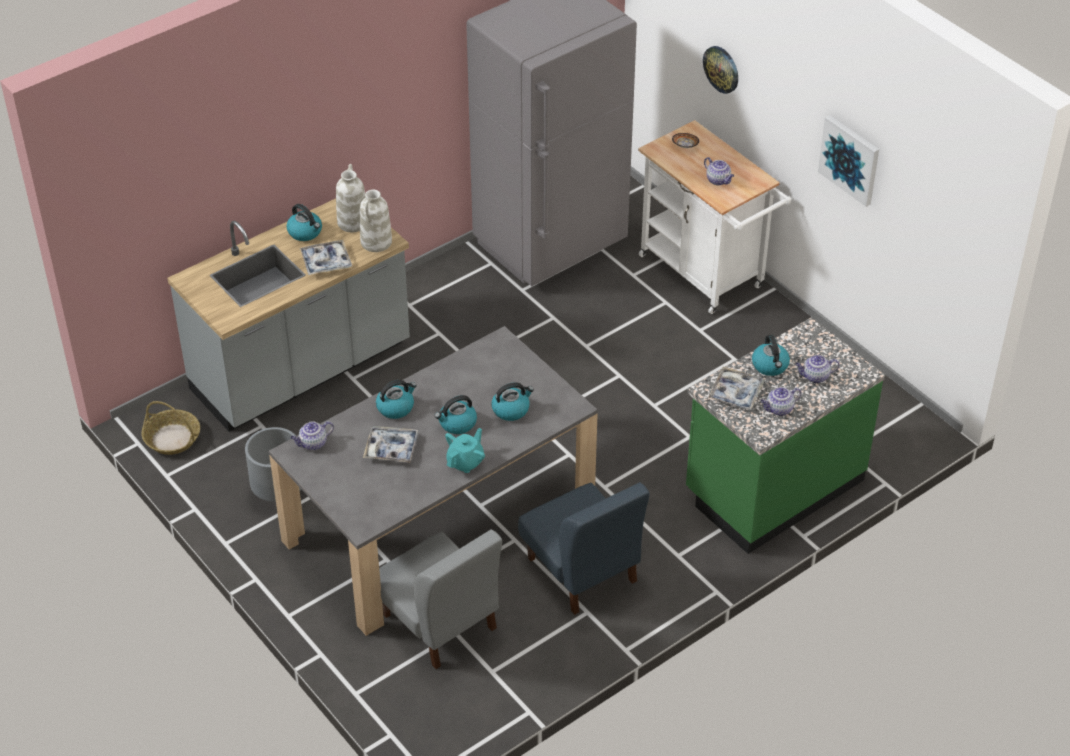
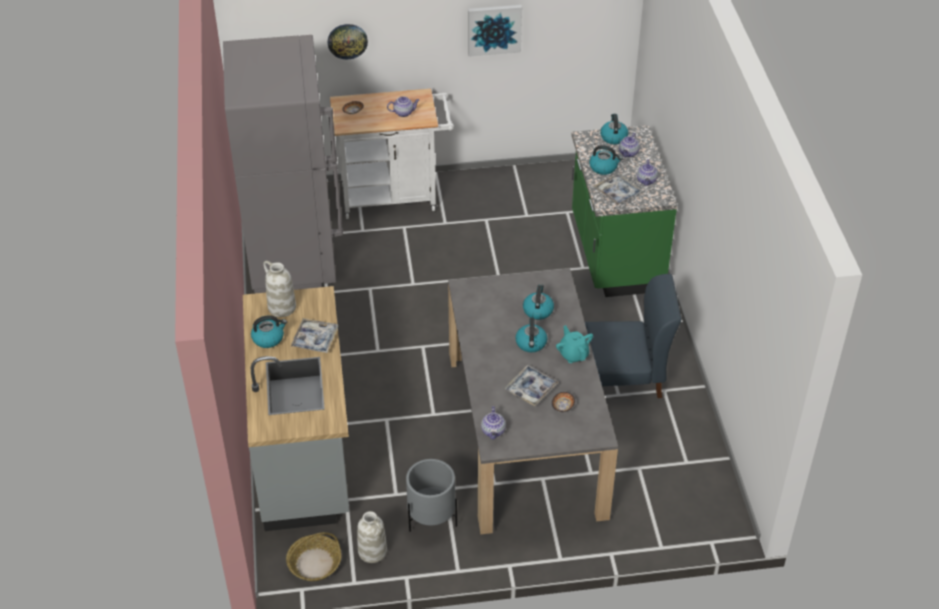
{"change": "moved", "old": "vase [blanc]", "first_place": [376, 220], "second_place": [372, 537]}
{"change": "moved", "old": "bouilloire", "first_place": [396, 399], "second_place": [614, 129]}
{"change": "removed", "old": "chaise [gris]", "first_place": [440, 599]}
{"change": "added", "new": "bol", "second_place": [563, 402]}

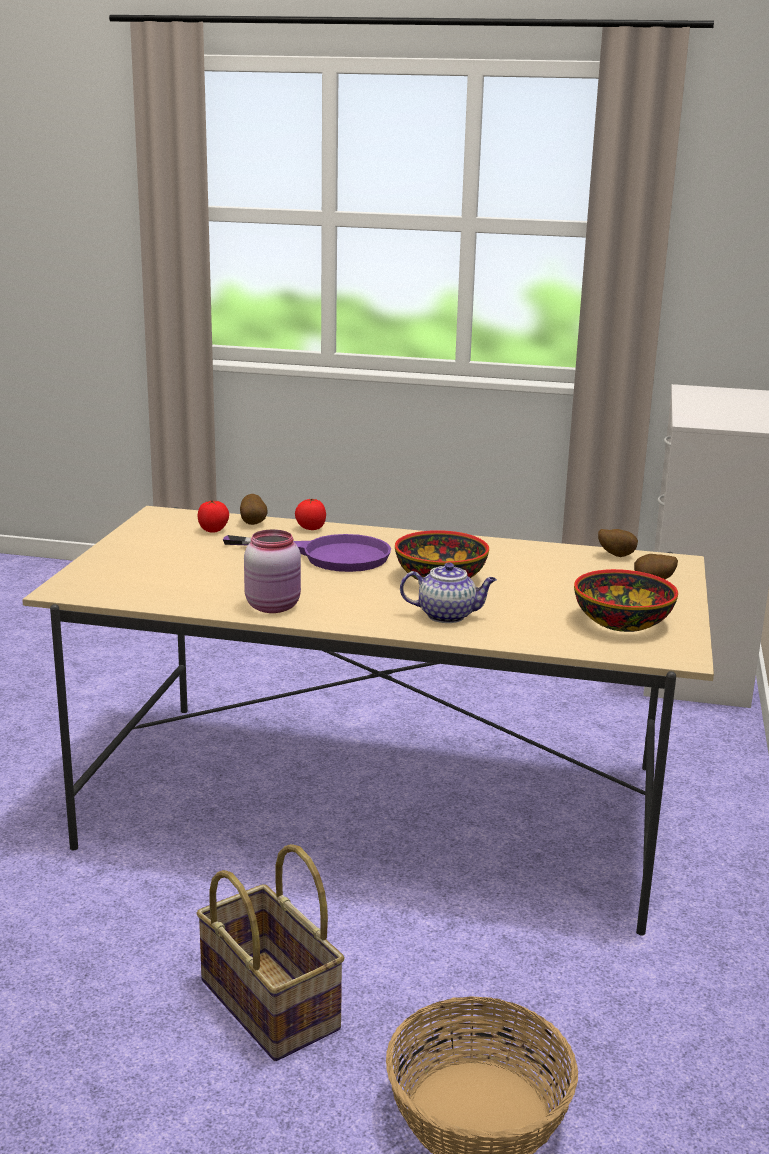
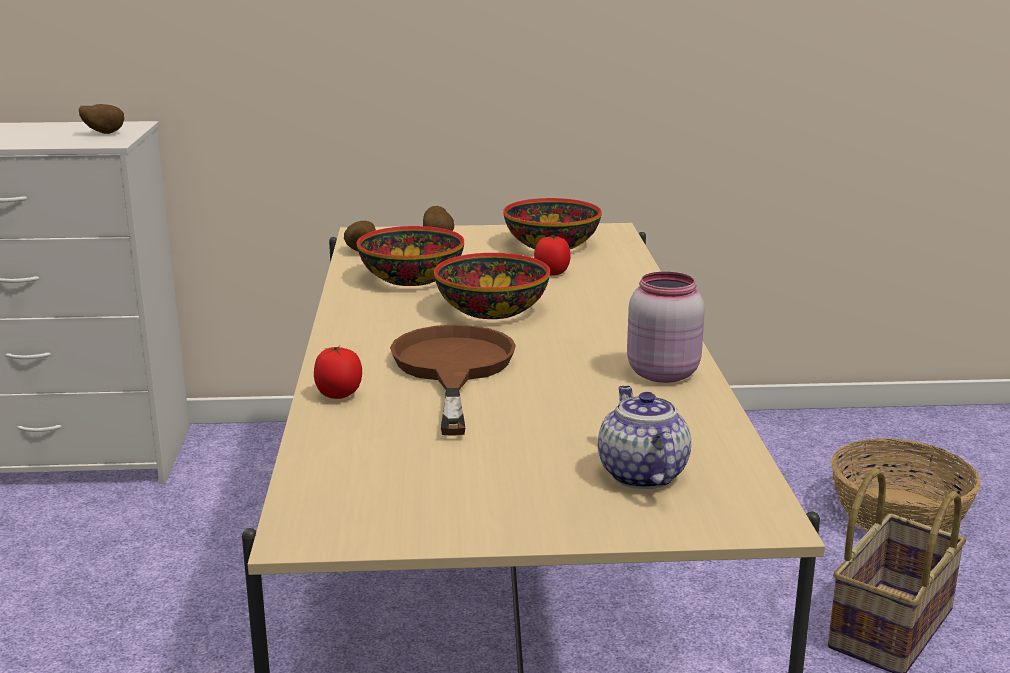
{"change": "moved", "old": "tomate", "first_place": [213, 516], "second_place": [552, 256]}
{"change": "recoloured", "old": "poêle [violet]", "new": "poêle [marron]", "first_place": [307, 553], "second_place": [453, 380]}
{"change": "moved", "old": "pomme de terre", "first_place": [254, 509], "second_place": [101, 119]}
{"change": "moved", "old": "théière", "first_place": [448, 593], "second_place": [644, 437]}
{"change": "added", "new": "bol", "second_place": [410, 256]}

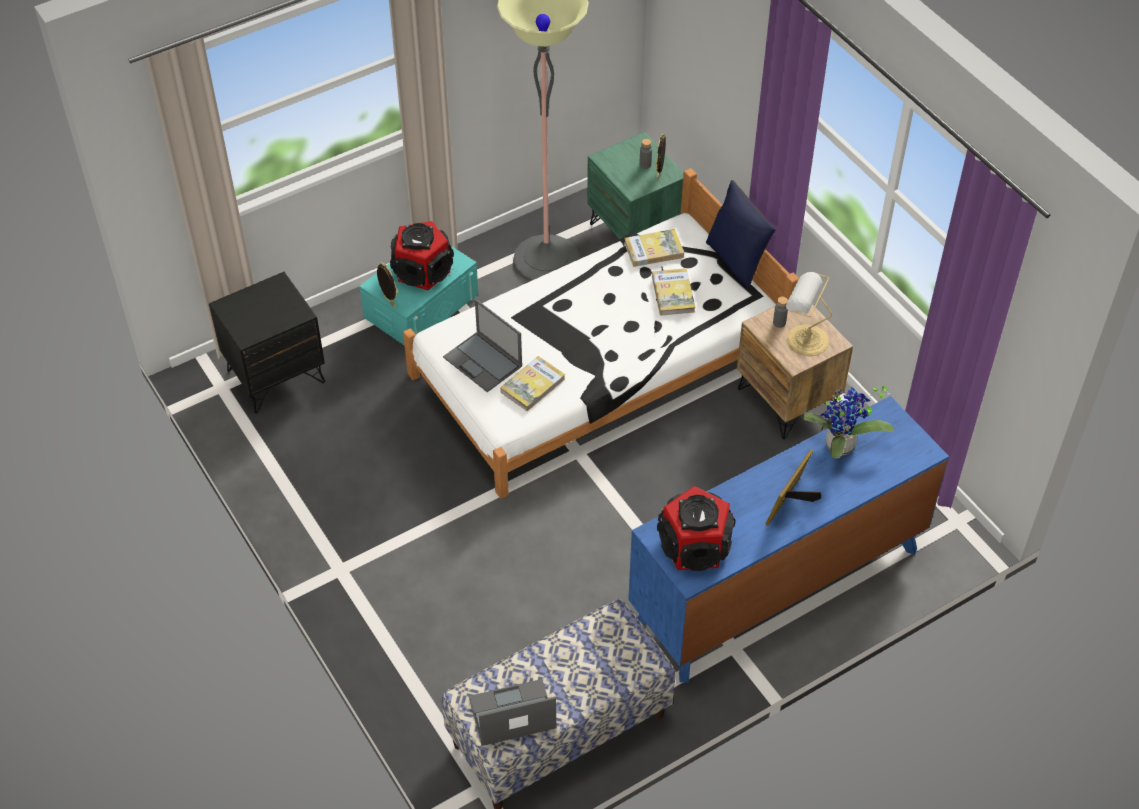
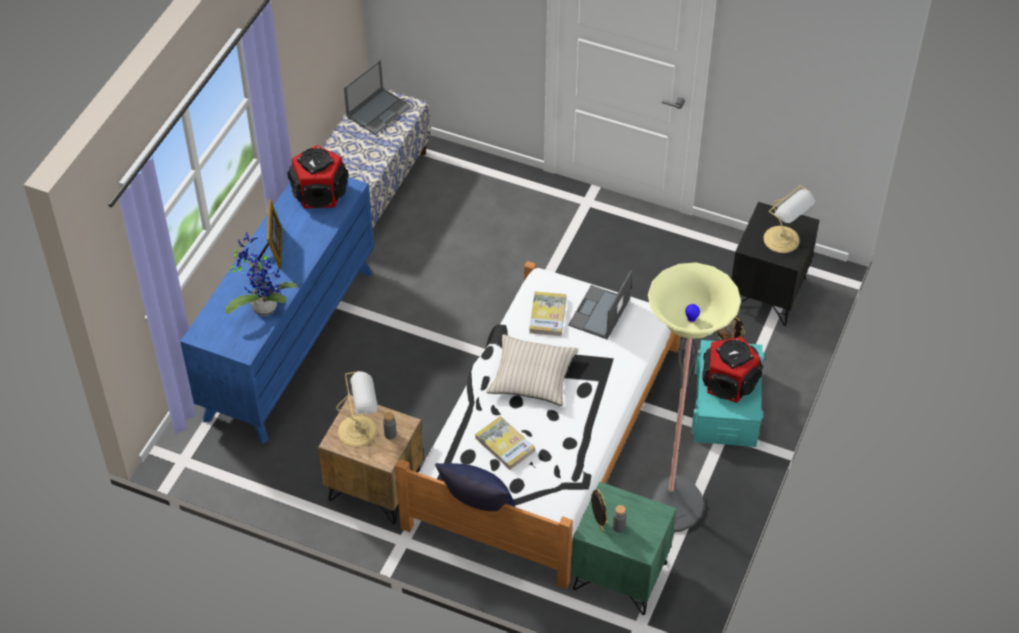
{"change": "turned", "old": "ordinateur portable", "first_place": [482, 345], "second_place": [600, 305], "degrees": -75}
{"change": "removed", "old": "livre", "first_place": [654, 248]}
{"change": "added", "new": "coussin [beige]", "second_place": [532, 370]}
{"change": "added", "new": "lampe de table", "second_place": [789, 219]}

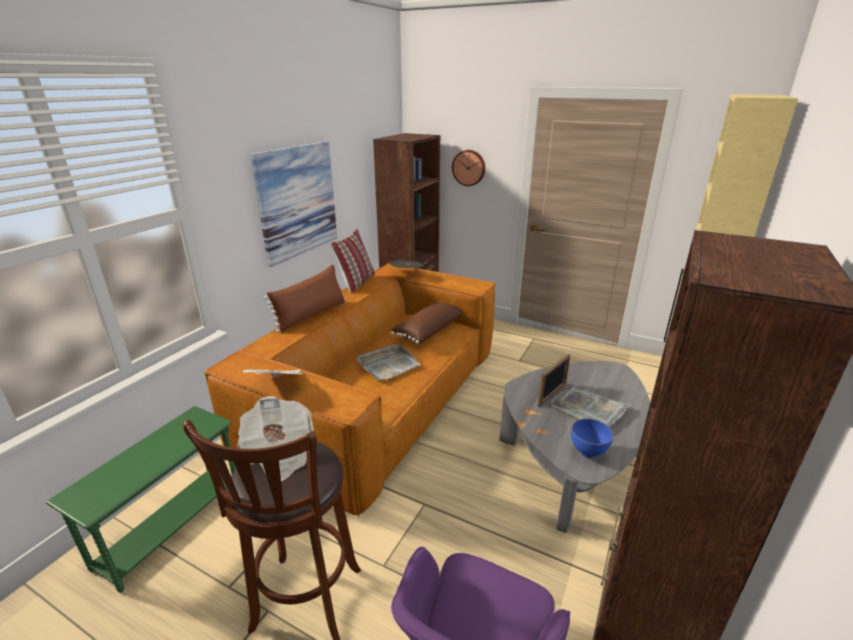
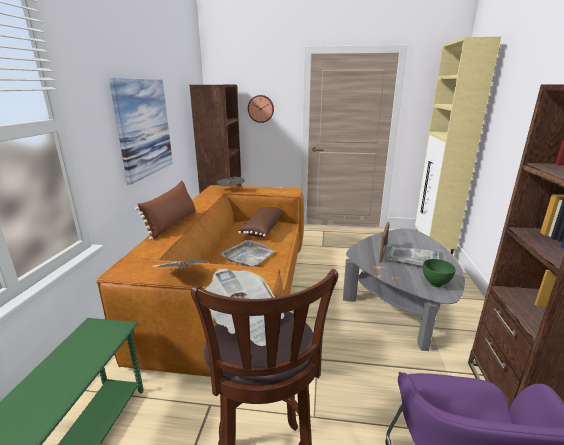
{"change": "removed", "old": "coussin", "first_place": [353, 261]}
{"change": "recoloured", "old": "bol [bleu]", "new": "bol [vert]", "first_place": [592, 438], "second_place": [439, 273]}

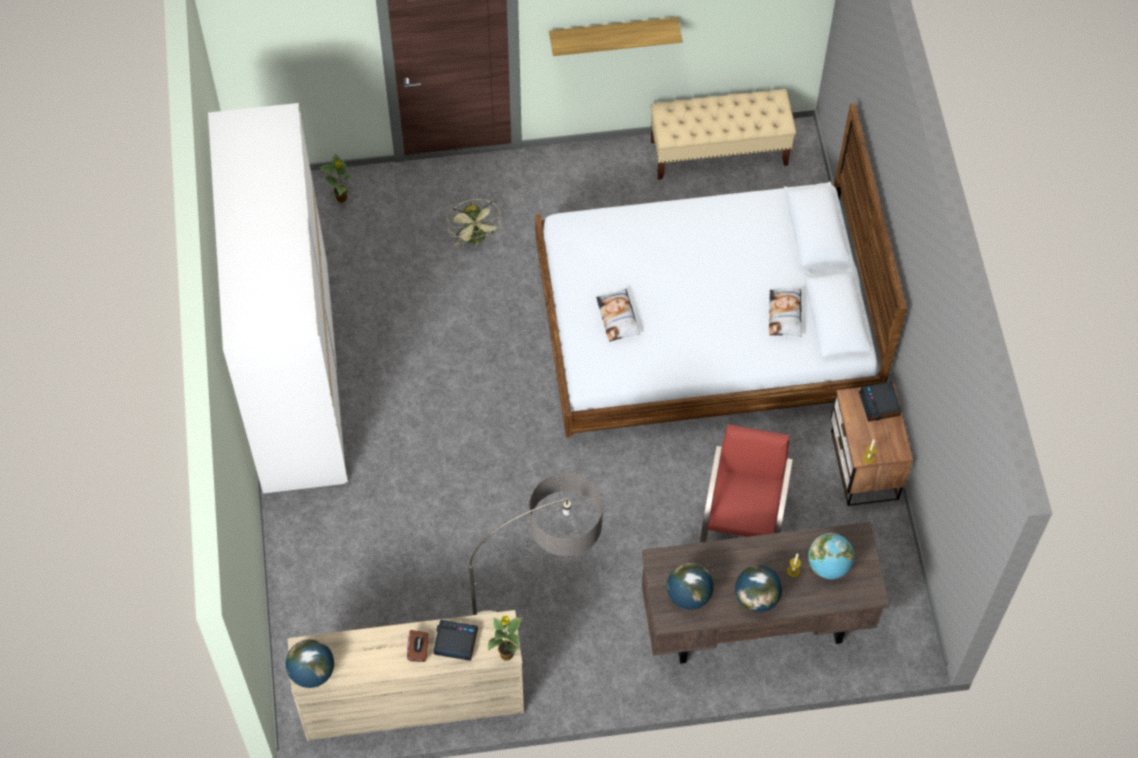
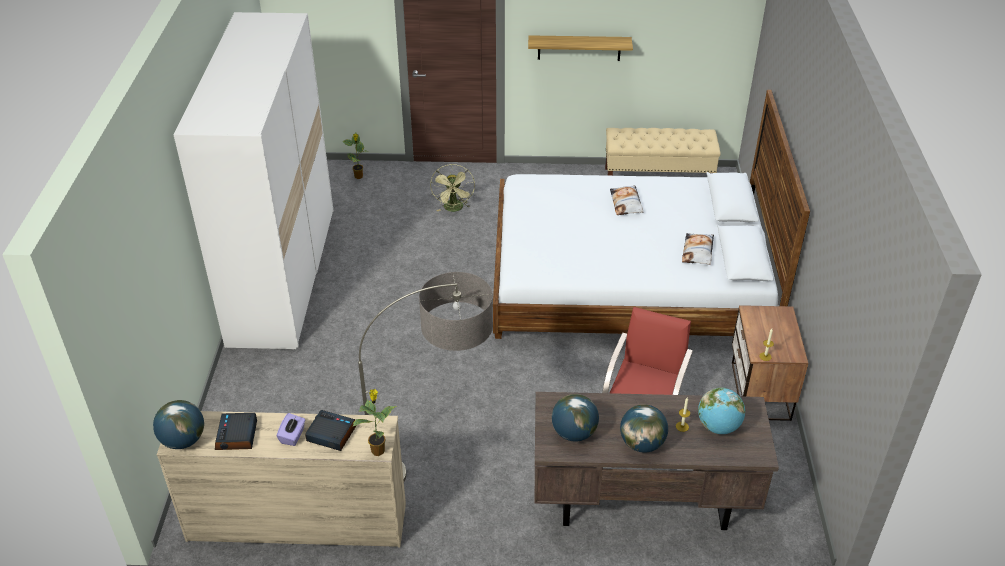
{"change": "recoloured", "old": "boîte à mouchoirs [marron]", "new": "boîte à mouchoirs [violet]", "first_place": [418, 646], "second_place": [291, 429]}
{"change": "moved", "old": "coussin", "first_place": [618, 315], "second_place": [626, 200]}
{"change": "moved", "old": "réveil", "first_place": [880, 402], "second_place": [236, 431]}

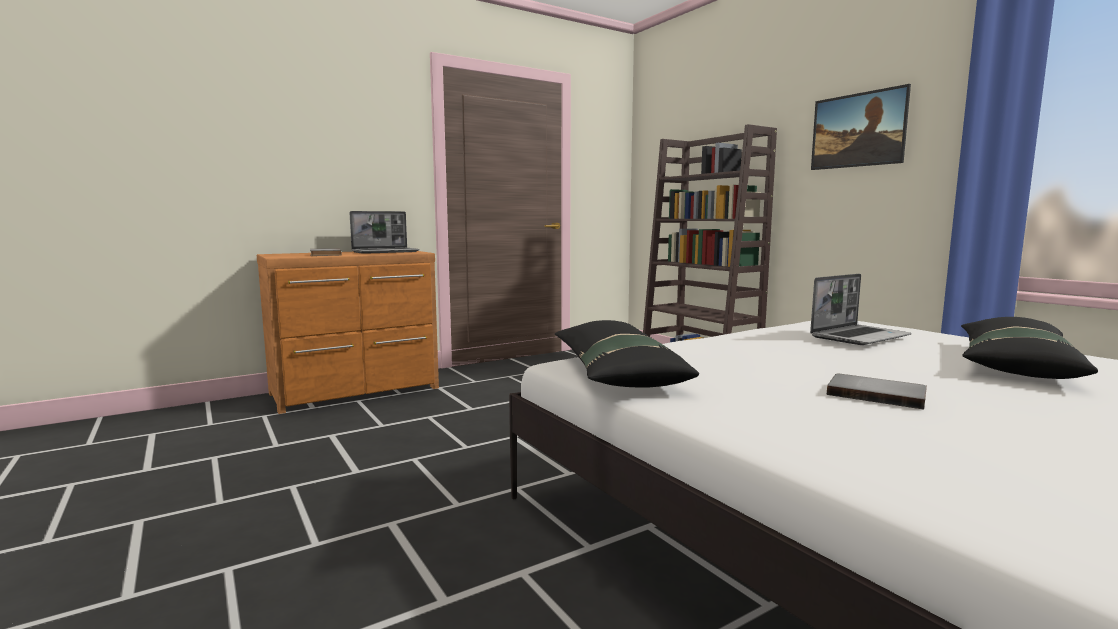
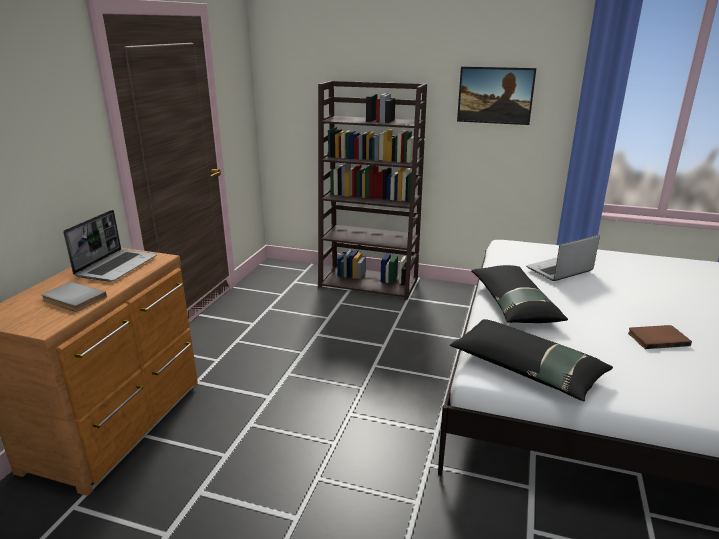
{"change": "turned", "old": "ordinateur portable", "first_place": [861, 309], "second_place": [563, 258], "degrees": -135}
{"change": "recoloured", "old": "livre [gris]", "new": "livre [marron]", "first_place": [877, 391], "second_place": [660, 337]}
{"change": "moved", "old": "coussin [noir]", "first_place": [1029, 348], "second_place": [519, 294]}

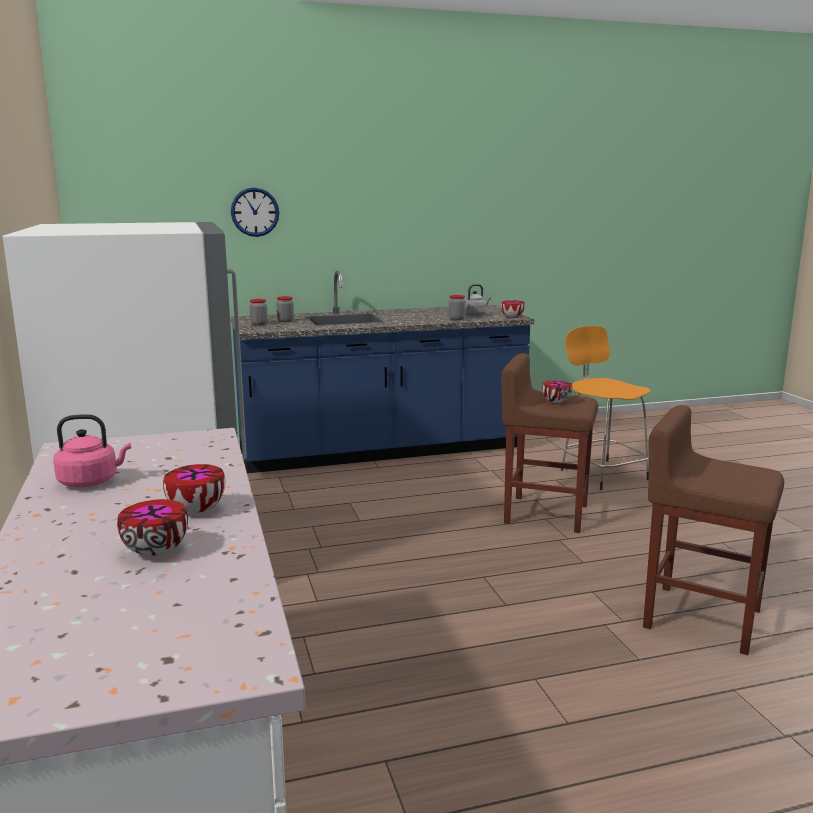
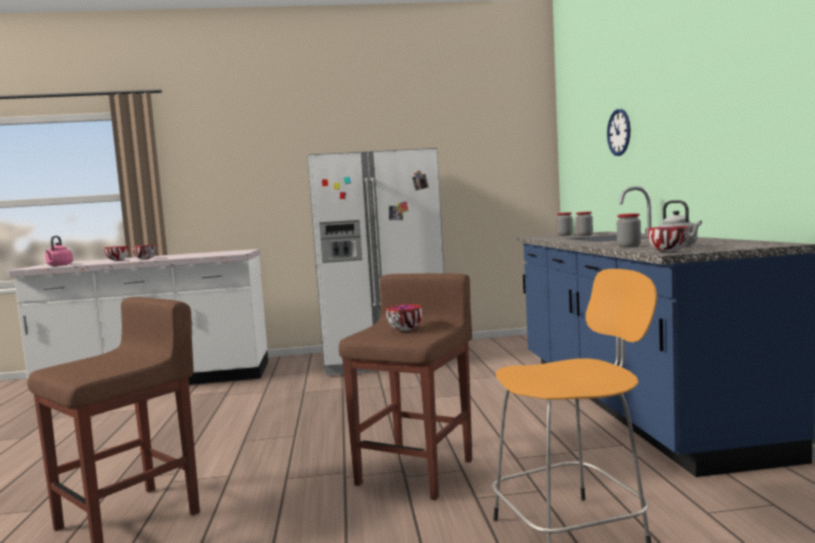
{"change": "moved", "old": "bouilloire [rose]", "first_place": [92, 450], "second_place": [59, 251]}

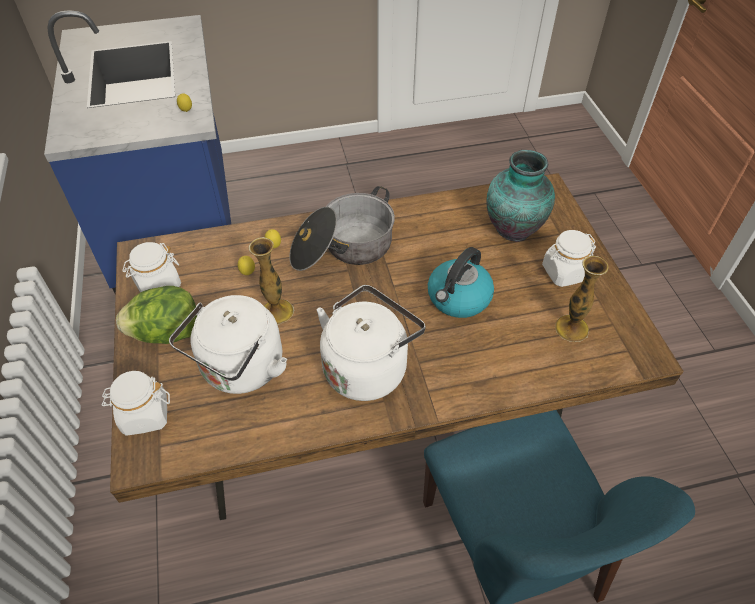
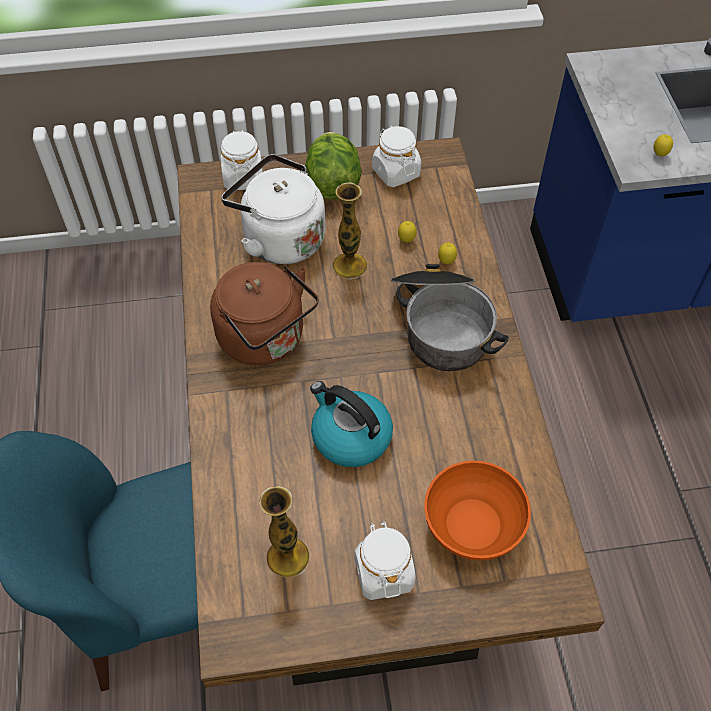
{"change": "recoloured", "old": "bouilloire [blanc]", "new": "bouilloire [marron]", "first_place": [371, 343], "second_place": [264, 313]}
{"change": "replaced", "old": "vase", "new": "bol [orange]", "first_place": [520, 196], "second_place": [477, 511]}

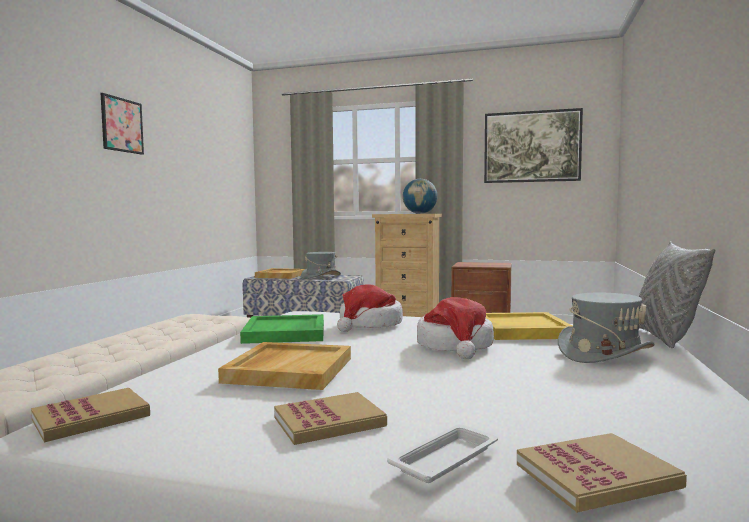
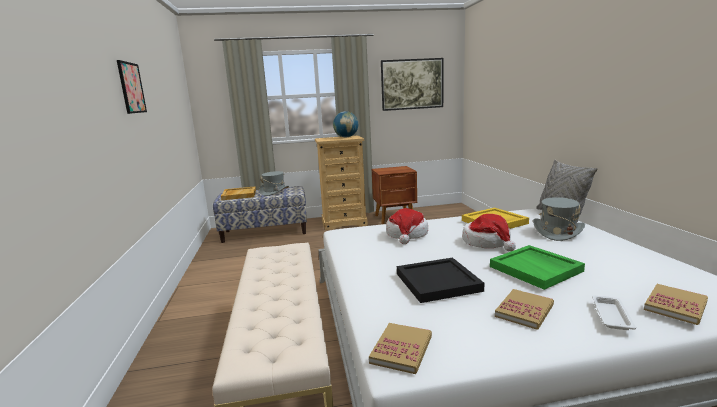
{"change": "recoloured", "old": "plateau [beige]", "new": "plateau [noir]", "first_place": [284, 366], "second_place": [440, 280]}
{"change": "moved", "old": "plateau [vert]", "first_place": [282, 329], "second_place": [537, 267]}

